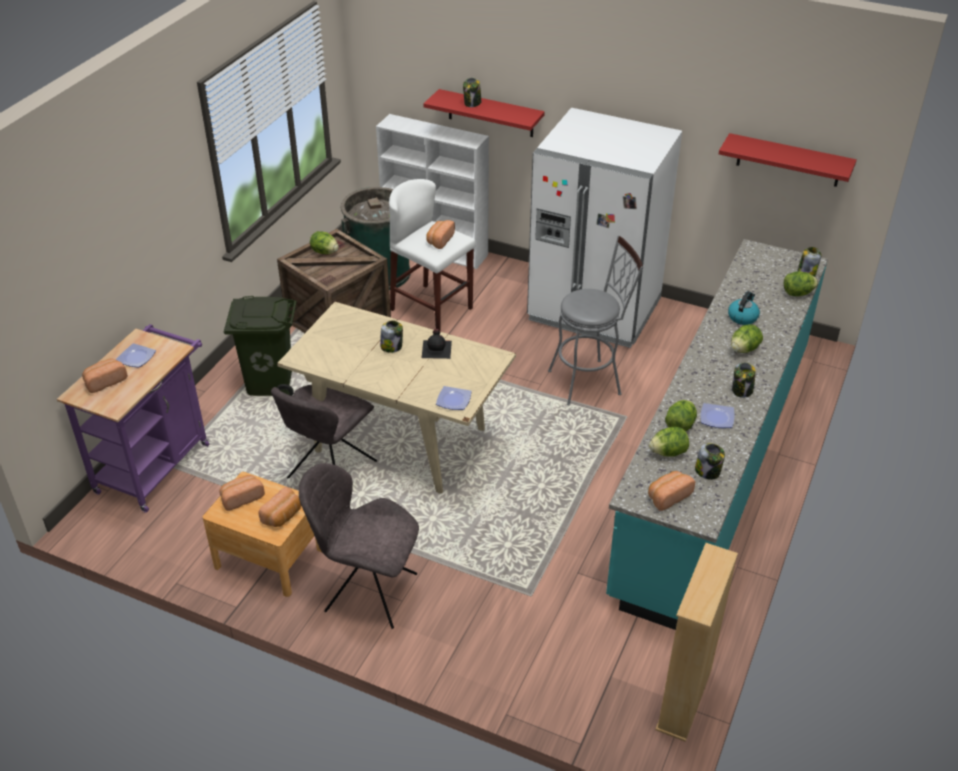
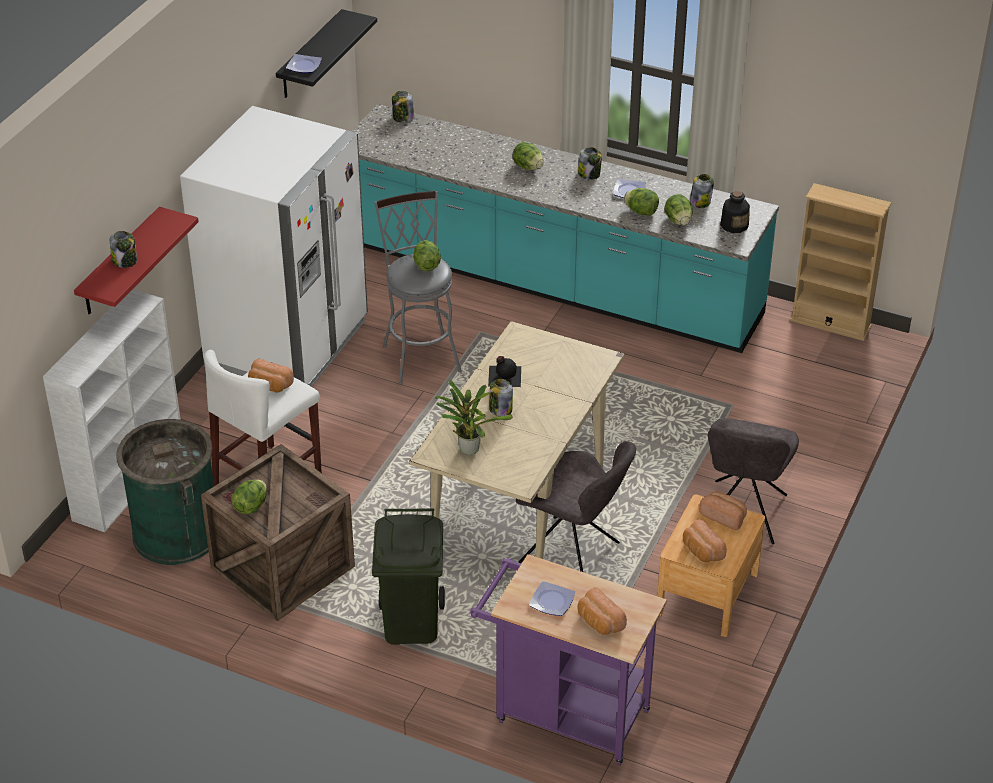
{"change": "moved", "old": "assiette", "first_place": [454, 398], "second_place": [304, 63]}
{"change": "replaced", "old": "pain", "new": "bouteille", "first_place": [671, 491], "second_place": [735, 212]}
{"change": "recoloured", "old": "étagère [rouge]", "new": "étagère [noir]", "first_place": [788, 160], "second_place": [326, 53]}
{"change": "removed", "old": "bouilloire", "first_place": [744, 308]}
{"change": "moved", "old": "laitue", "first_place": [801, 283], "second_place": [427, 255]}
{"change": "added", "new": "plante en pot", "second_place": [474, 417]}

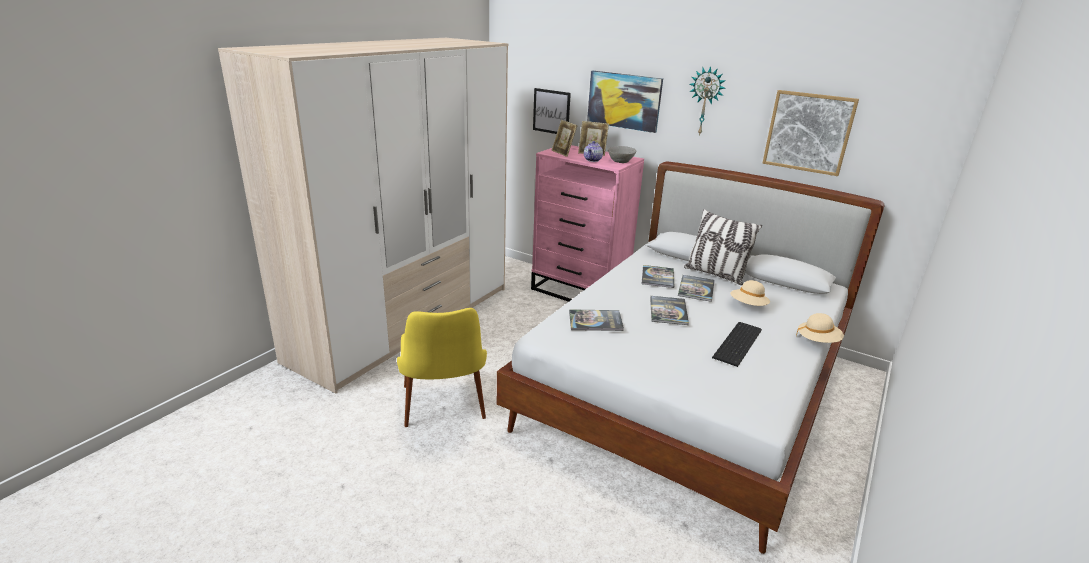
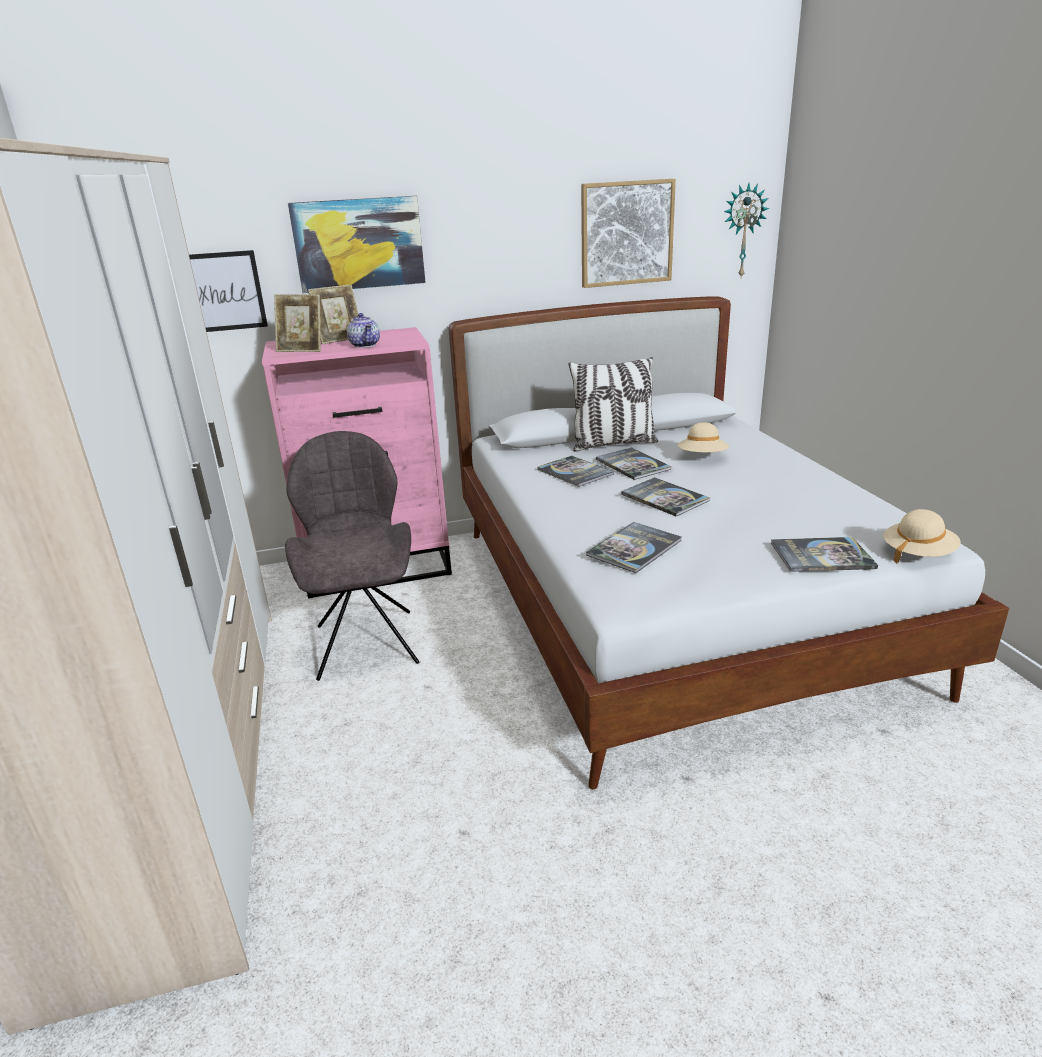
{"change": "removed", "old": "chaise [jaune]", "first_place": [442, 367]}
{"change": "removed", "old": "bol [gris]", "first_place": [622, 154]}
{"change": "moved", "old": "horloge murale", "first_place": [707, 101], "second_place": [746, 230]}
{"change": "removed", "old": "clavier", "first_place": [737, 344]}
{"change": "moved", "old": "chapeau [beige]", "first_place": [820, 328], "second_place": [922, 536]}
{"change": "added", "new": "chaise [gris]", "second_place": [352, 556]}
{"change": "added", "new": "livre", "second_place": [824, 554]}

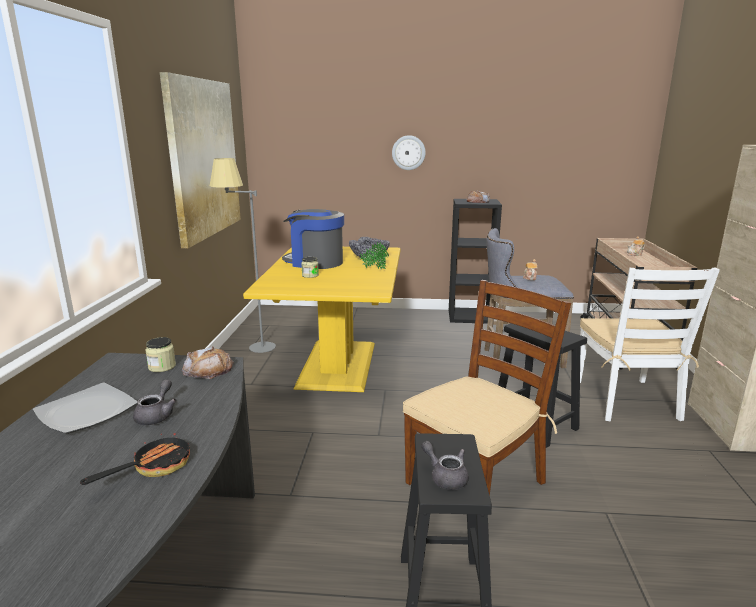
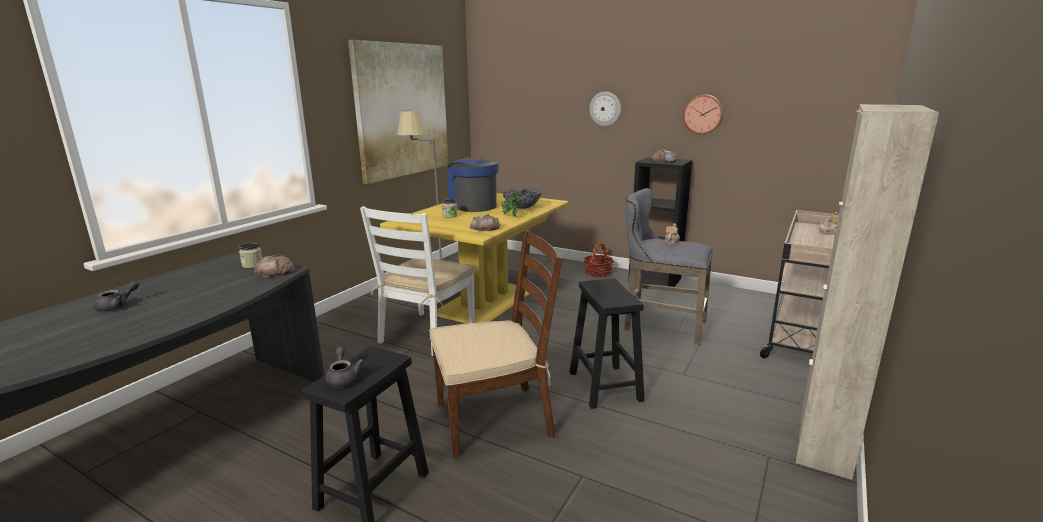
{"change": "removed", "old": "assiette", "first_place": [85, 408]}
{"change": "removed", "old": "poêle", "first_place": [135, 456]}
{"change": "moved", "old": "théière [gris]", "first_place": [155, 402], "second_place": [117, 296]}
{"change": "moved", "old": "chaise [blanc]", "first_place": [650, 344], "second_place": [417, 281]}
{"change": "added", "new": "pain", "second_place": [485, 222]}
{"change": "added", "new": "panier", "second_place": [599, 260]}
{"change": "added", "new": "horloge murale", "second_place": [703, 114]}

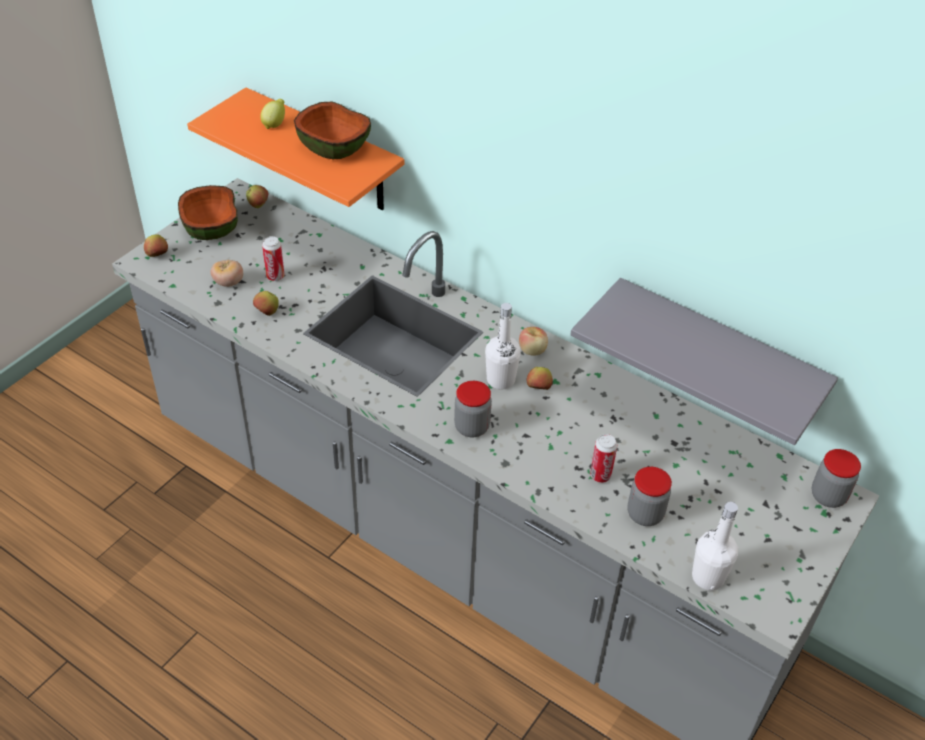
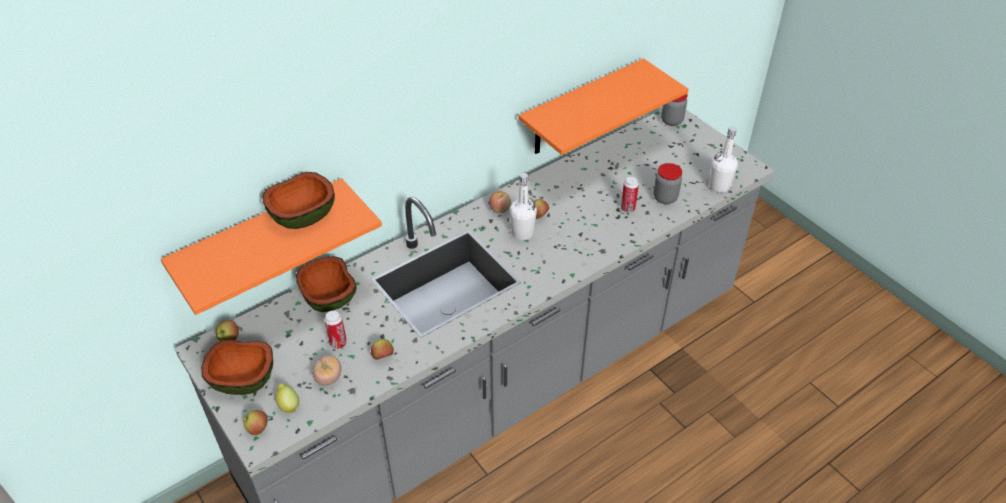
{"change": "moved", "old": "citron", "first_place": [272, 114], "second_place": [287, 398]}
{"change": "removed", "old": "bocal", "first_place": [473, 409]}
{"change": "recoloured", "old": "étagère [gris]", "new": "étagère [orange]", "first_place": [704, 361], "second_place": [604, 107]}
{"change": "added", "new": "bol", "second_place": [326, 284]}

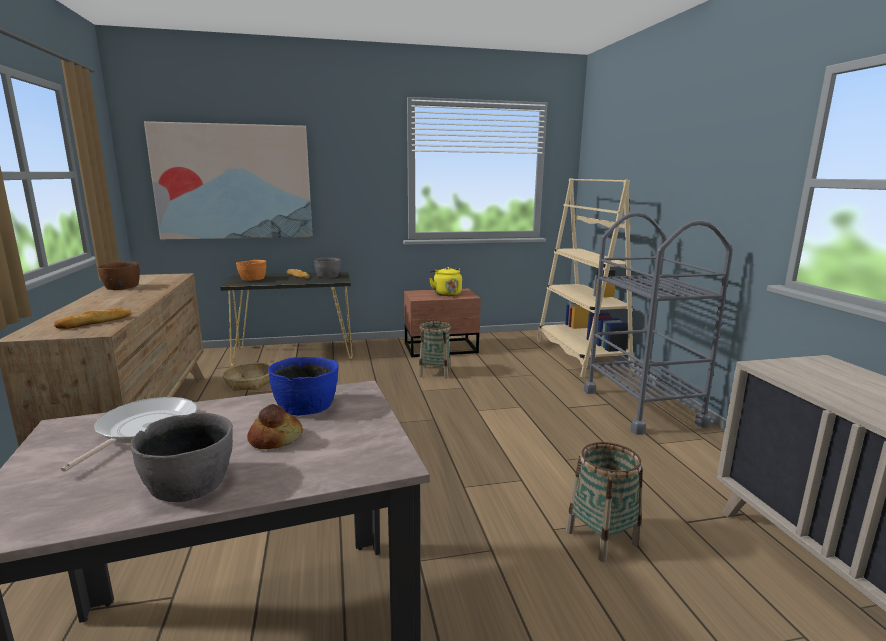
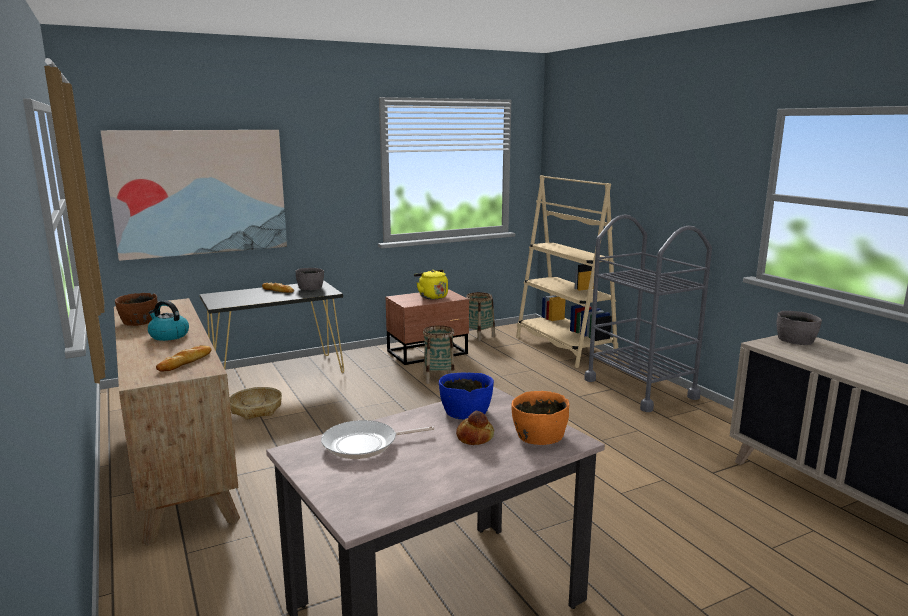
{"change": "turned", "old": "poêle", "first_place": [129, 434], "second_place": [377, 439], "degrees": -105}
{"change": "moved", "old": "bol [gris]", "first_place": [181, 457], "second_place": [799, 328]}
{"change": "moved", "old": "bol [orange]", "first_place": [251, 270], "second_place": [540, 418]}
{"change": "moved", "old": "panier", "first_place": [604, 502], "second_place": [479, 316]}
{"change": "added", "new": "bouilloire", "second_place": [168, 320]}

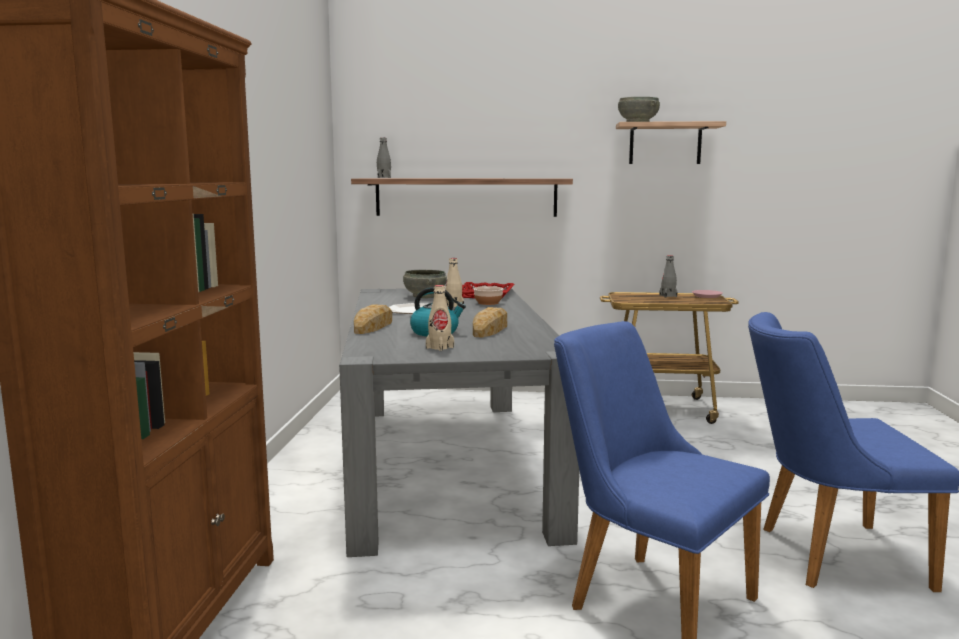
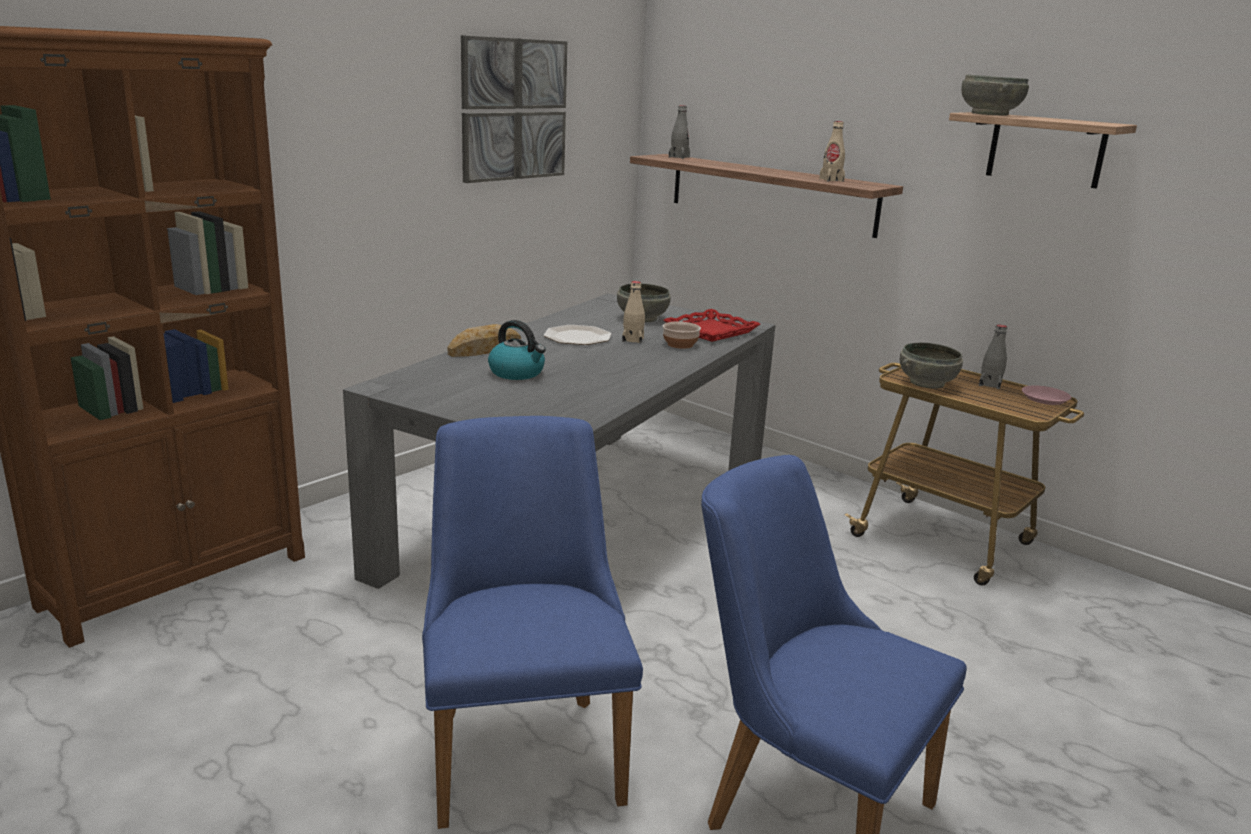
{"change": "moved", "old": "bouteille [beige]", "first_place": [440, 318], "second_place": [832, 151]}
{"change": "removed", "old": "pain", "first_place": [490, 322]}
{"change": "added", "new": "tableau", "second_place": [514, 109]}
{"change": "added", "new": "bol [gris]", "second_place": [931, 365]}

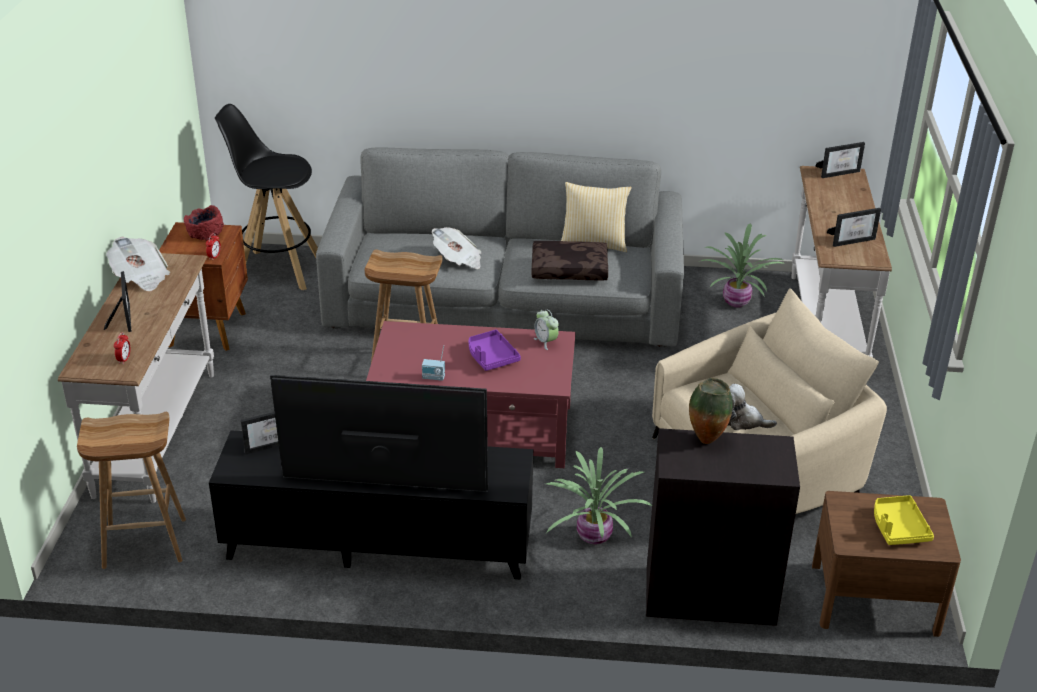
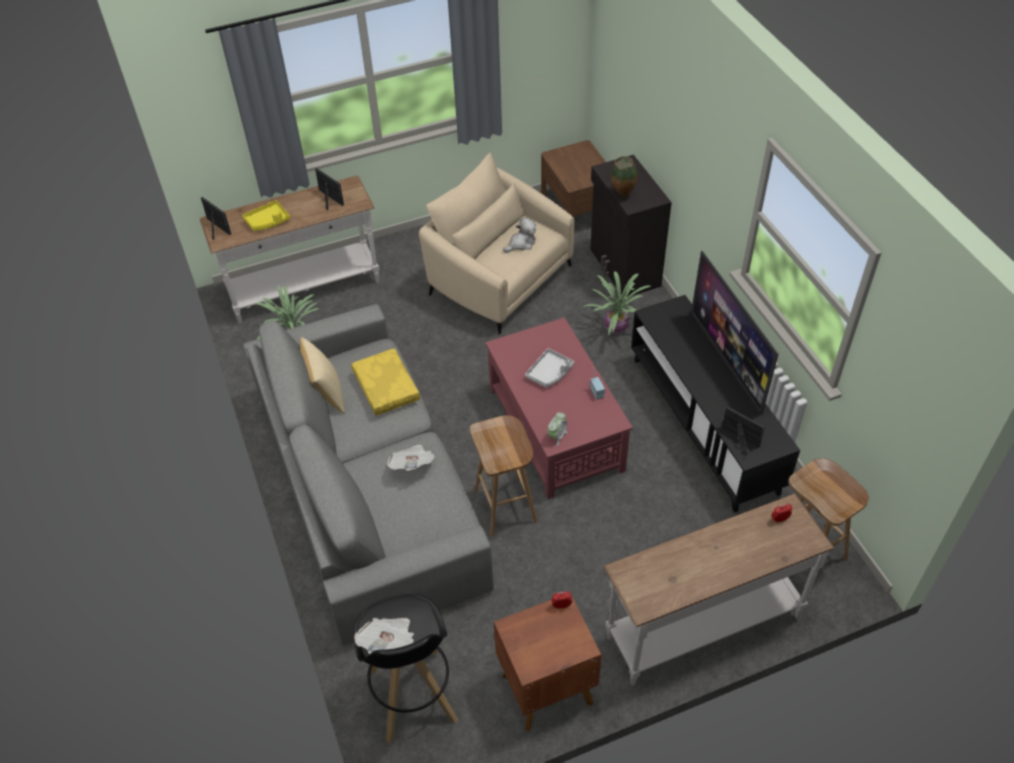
{"change": "removed", "old": "cadre photo", "first_place": [117, 301]}
{"change": "moved", "old": "journal", "first_place": [138, 264], "second_place": [384, 636]}
{"change": "removed", "old": "bol [rouge]", "first_place": [204, 223]}
{"change": "recoloured", "old": "plateau [violet]", "new": "plateau [gris]", "first_place": [495, 350], "second_place": [549, 368]}
{"change": "recoloured", "old": "coussin [marron]", "new": "coussin [jaune]", "first_place": [570, 261], "second_place": [385, 382]}
{"change": "moved", "old": "réveil", "first_place": [546, 329], "second_place": [557, 429]}
{"change": "turned", "old": "peluche", "first_place": [752, 407], "second_place": [519, 235], "degrees": -120}
{"change": "moved", "old": "plateau [jaune]", "first_place": [904, 520], "second_place": [266, 215]}

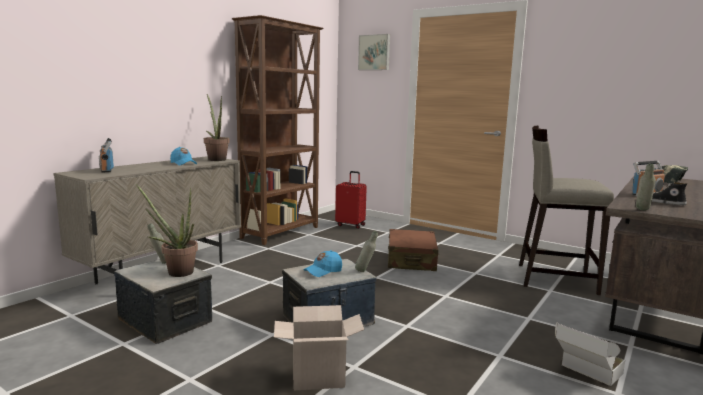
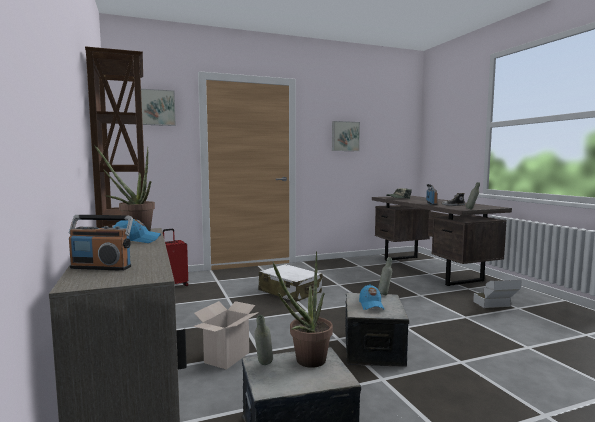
{"change": "moved", "old": "carton", "first_place": [319, 347], "second_place": [226, 335]}
{"change": "recoloured", "old": "valise [marron]", "new": "valise [blanc]", "first_place": [413, 250], "second_place": [290, 283]}
{"change": "removed", "old": "tabouret [beige]", "first_place": [566, 210]}
{"change": "added", "new": "tableau", "second_place": [346, 136]}

